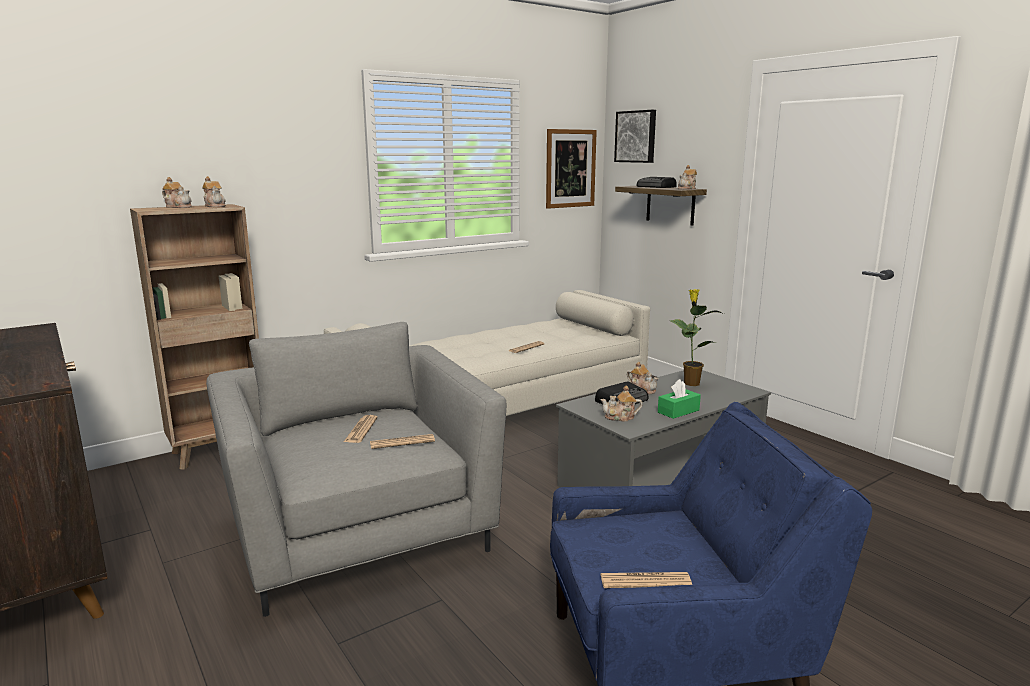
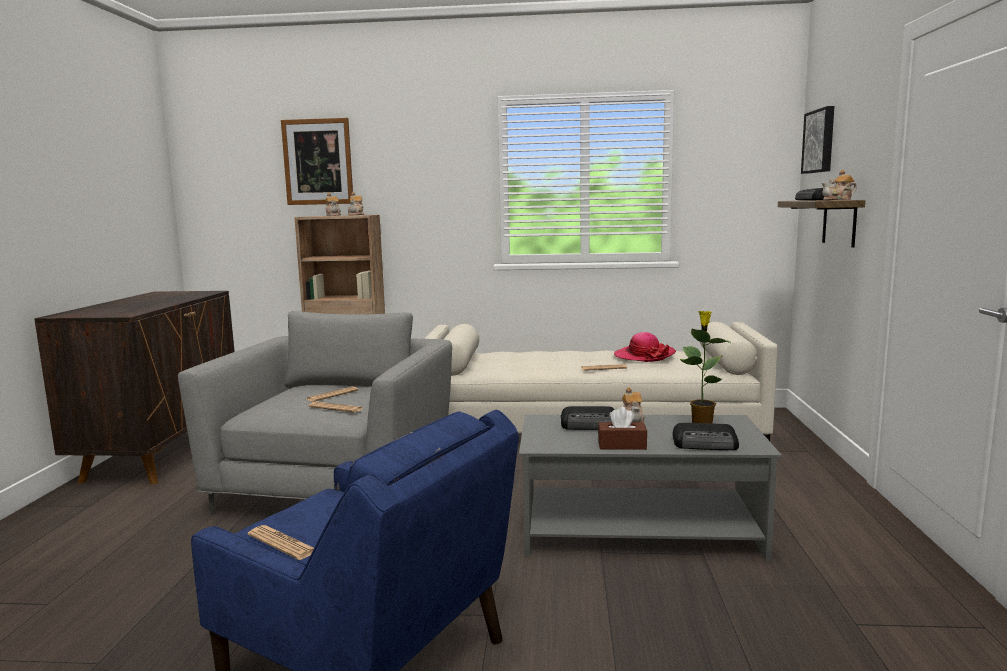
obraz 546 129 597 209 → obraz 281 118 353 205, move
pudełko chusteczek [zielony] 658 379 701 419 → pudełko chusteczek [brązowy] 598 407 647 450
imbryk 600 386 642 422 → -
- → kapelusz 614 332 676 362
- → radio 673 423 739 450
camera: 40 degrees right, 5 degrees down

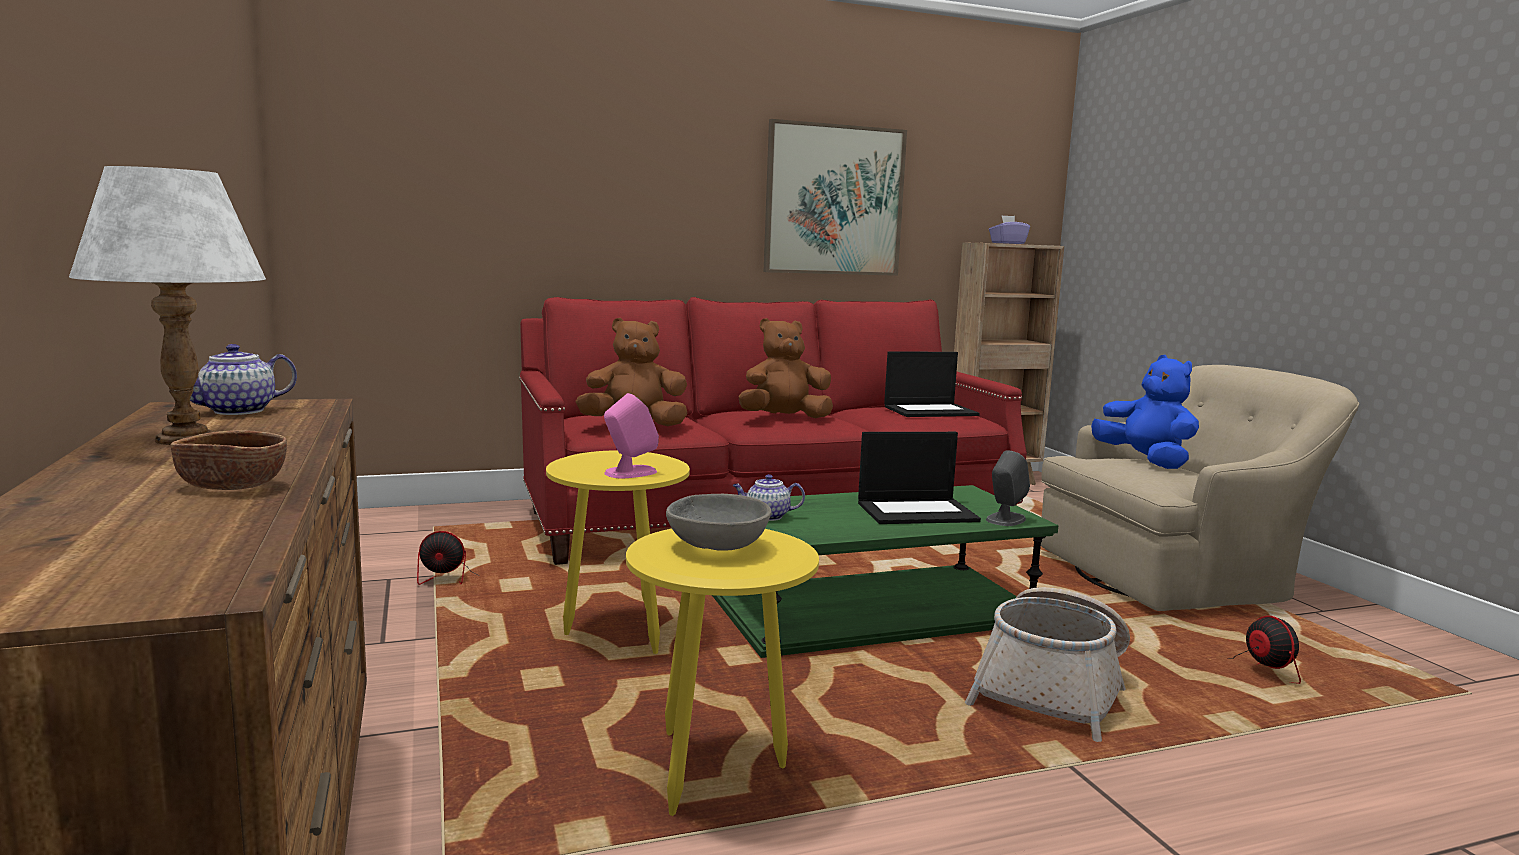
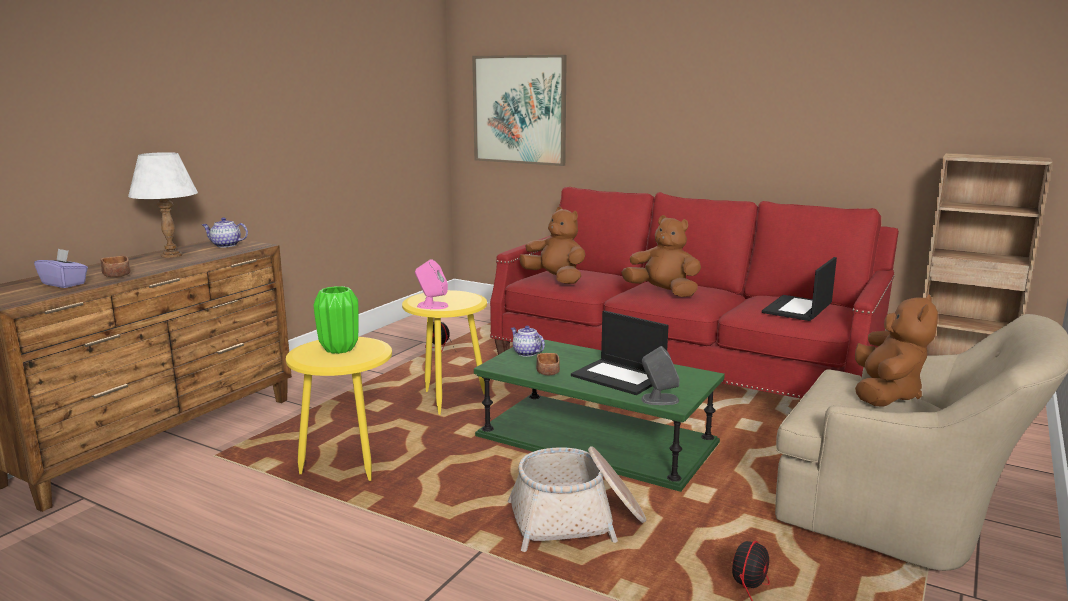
obraz 764 119 907 276 → obraz 472 55 567 166, move
pudełko chusteczek [fioletowy] 989 216 1030 244 → pudełko chusteczek [fioletowy] 34 248 88 288, move
laptop 884 351 980 417 → laptop 762 257 837 321, 90 degrees clockwise
pluszak [niebieski] 1091 355 1199 469 → pluszak [brązowy] 855 294 938 407
miska [szary] 666 494 772 551 → wazon [zielony] 314 286 359 354
- → miska [brązowy] 536 353 560 375
camera: 50 degrees right, 5 degrees up

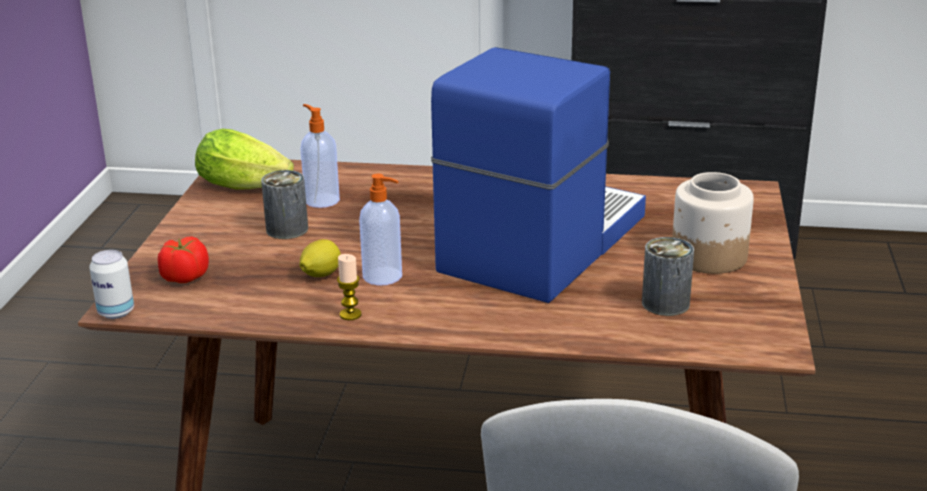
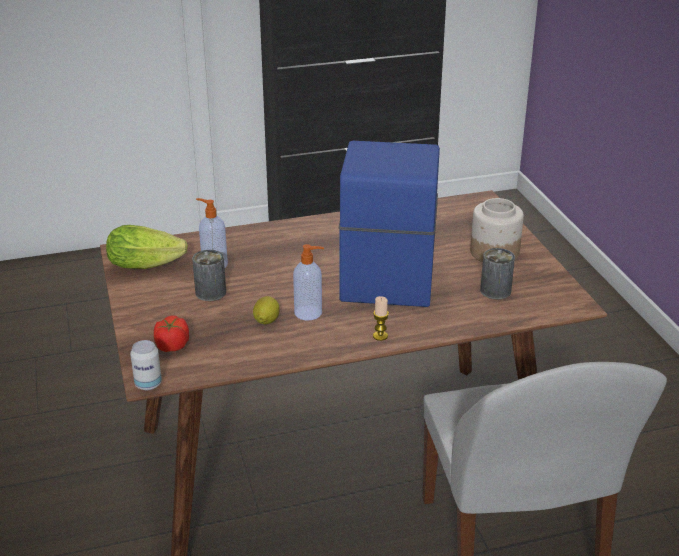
świeca 337 254 361 320 → świeca 373 296 389 341, move
camera: 25 degrees left, 5 degrees up

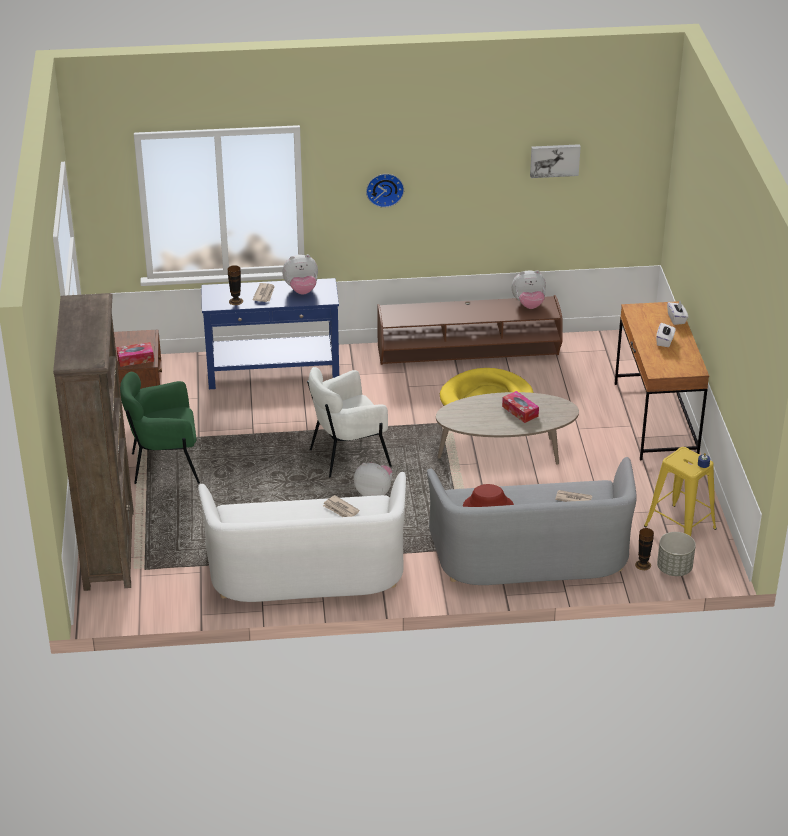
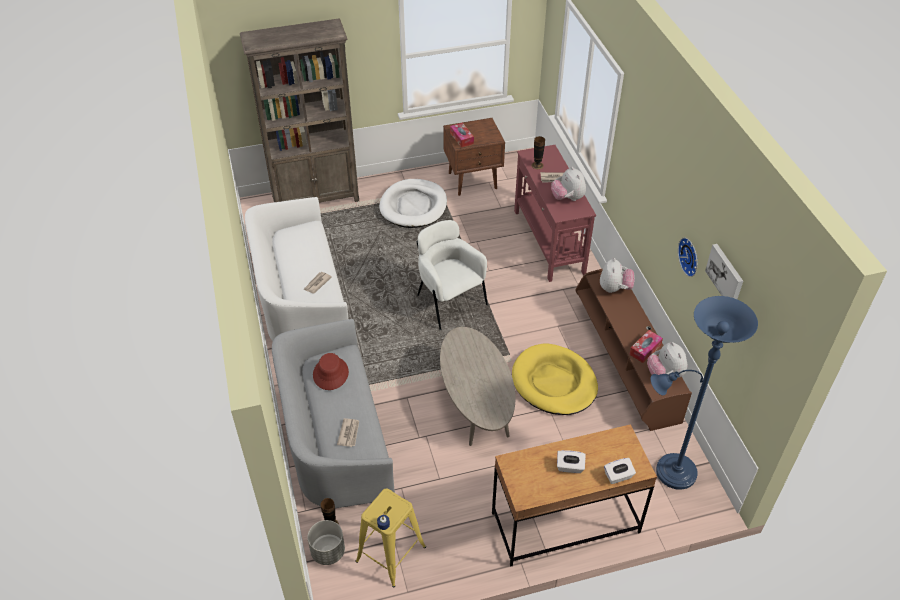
zegar ścienny 366 174 404 208 → zegar ścienny 678 237 697 277, move
stolik konsolowy [niebieski] 201 278 339 389 → stolik konsolowy [czerwony] 514 145 596 282
fotel [zielony] 120 372 200 484 → legowisko [biały] 379 179 447 228
pudełko chusteczek 502 391 539 423 → pudełko chusteczek 629 330 663 363, move
pluszak 354 463 392 496 → pluszak 600 258 635 293, move
- → lampa stojąca [niebieski] 651 296 758 490
camera: 80 degrees right, 10 degrees up

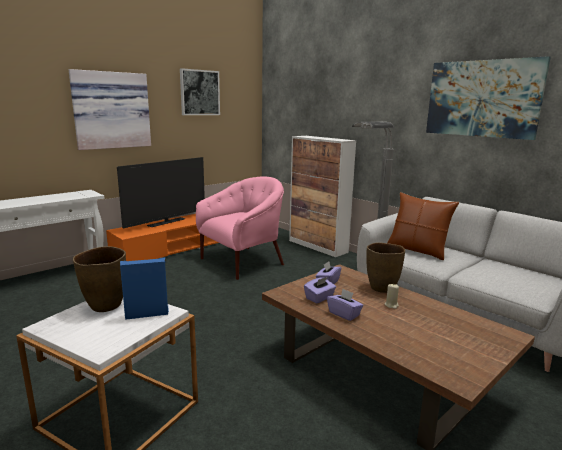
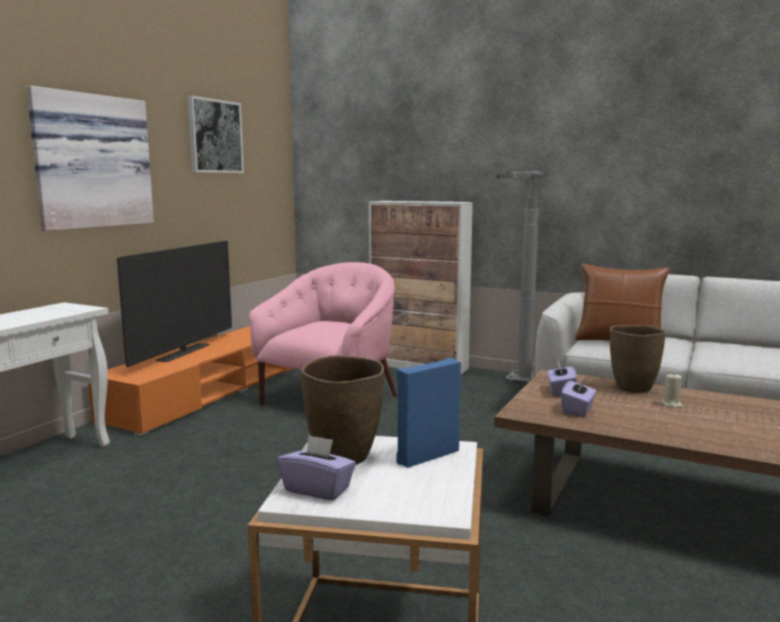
obraz 426 56 551 140 → -
pudełko chusteczek [fioletowy] 327 289 363 321 → pudełko chusteczek [fioletowy] 277 435 356 501, move
camera: 20 degrees left, 5 degrees down

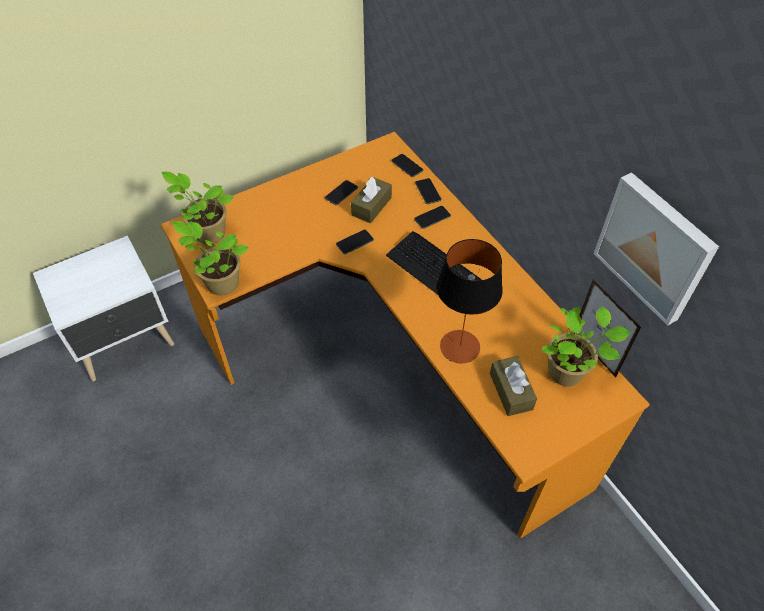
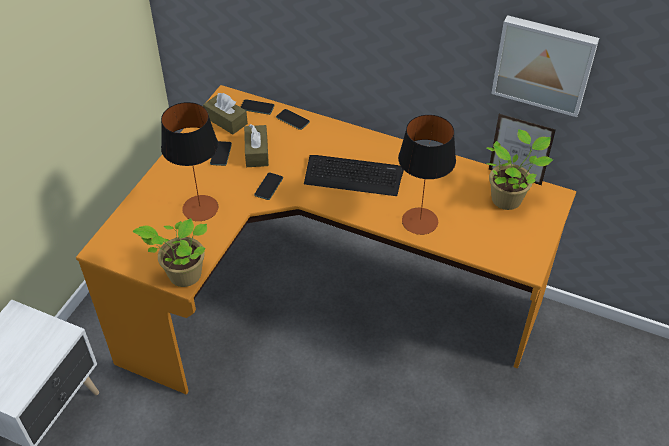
roślina doniczkowa 162 171 234 244 → -
telefon 414 206 451 229 → -
pudełko chusteczek [brązowy] 490 356 537 416 → pudełko chusteczek [brązowy] 203 93 248 134, move
- → lampa stołowa 161 102 218 221
camera: 35 degrees left, 5 degrees down

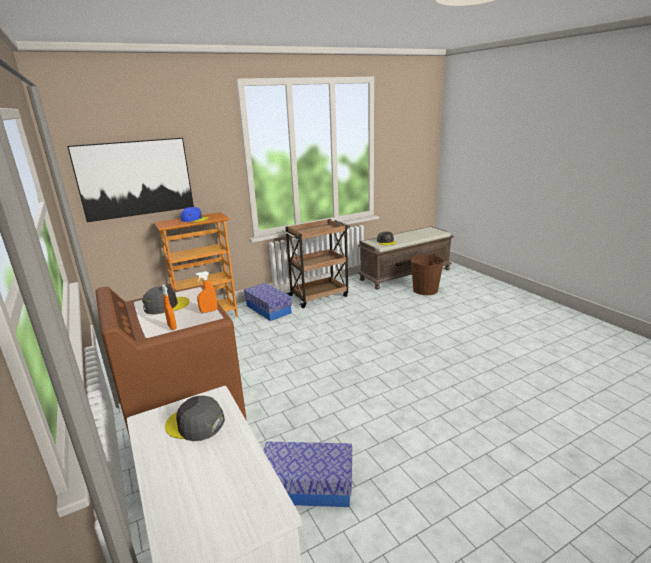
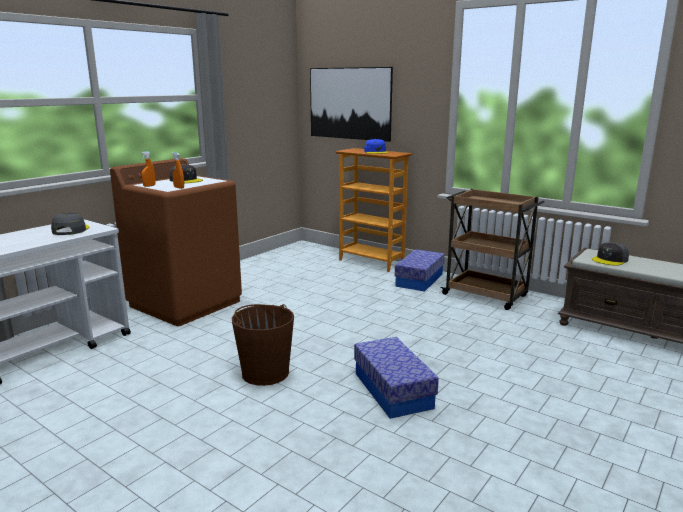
wiadro [brązowy] 411 254 444 295 → wiadro [brązowy] 232 304 294 386, move
pojemnik do przechowywania 264 441 352 507 → pojemnik do przechowywania 354 337 439 419, move
camera: 65 degrees right, 5 degrees down

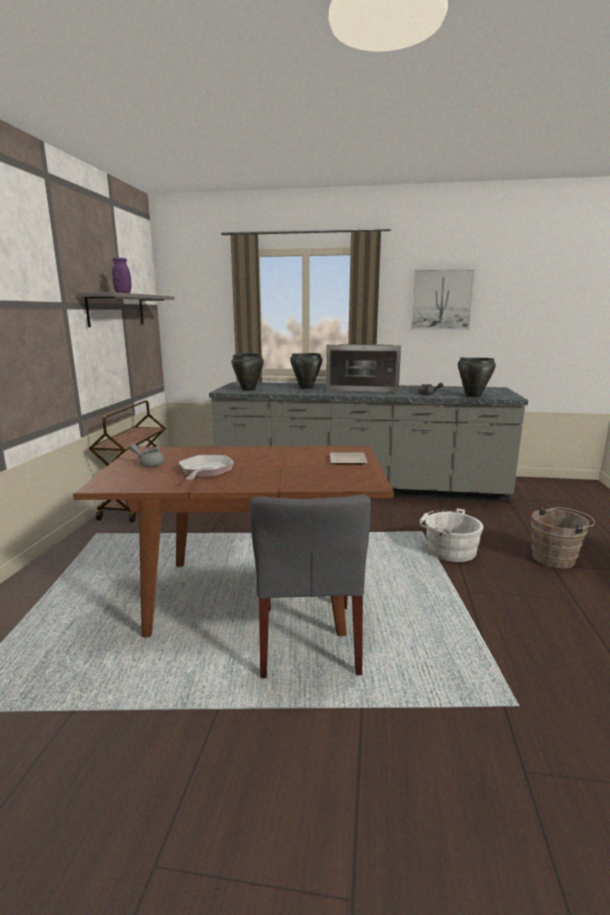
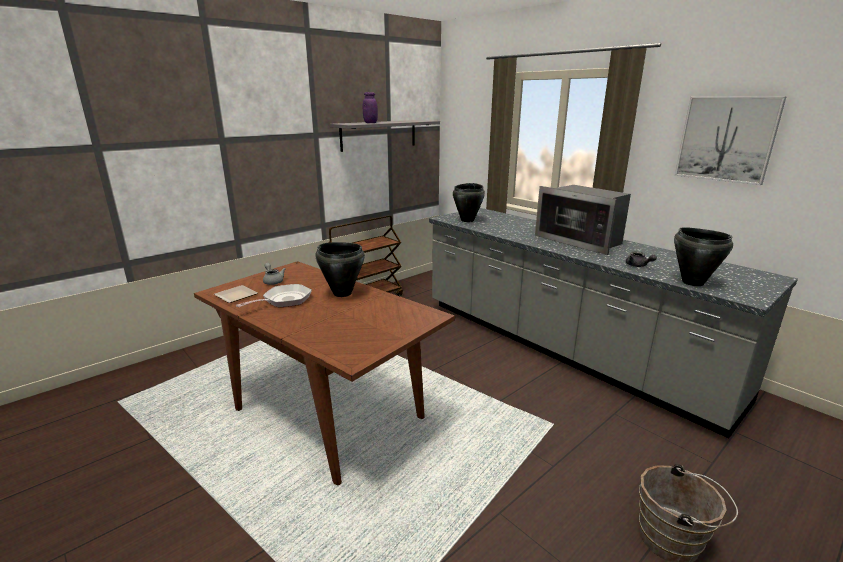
garnek [czarny] 290 353 322 389 → garnek [czarny] 315 242 365 297, move
talerz 330 452 367 465 → talerz 214 285 258 303, move
krzesło [szary] 250 495 371 678 → -
wiadro [biały] 419 508 484 562 → -
camera: 40 degrees right, 5 degrees up

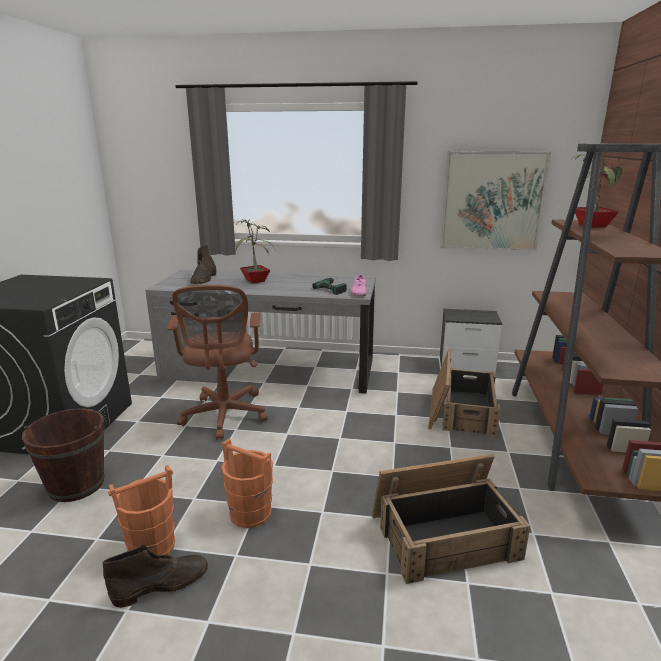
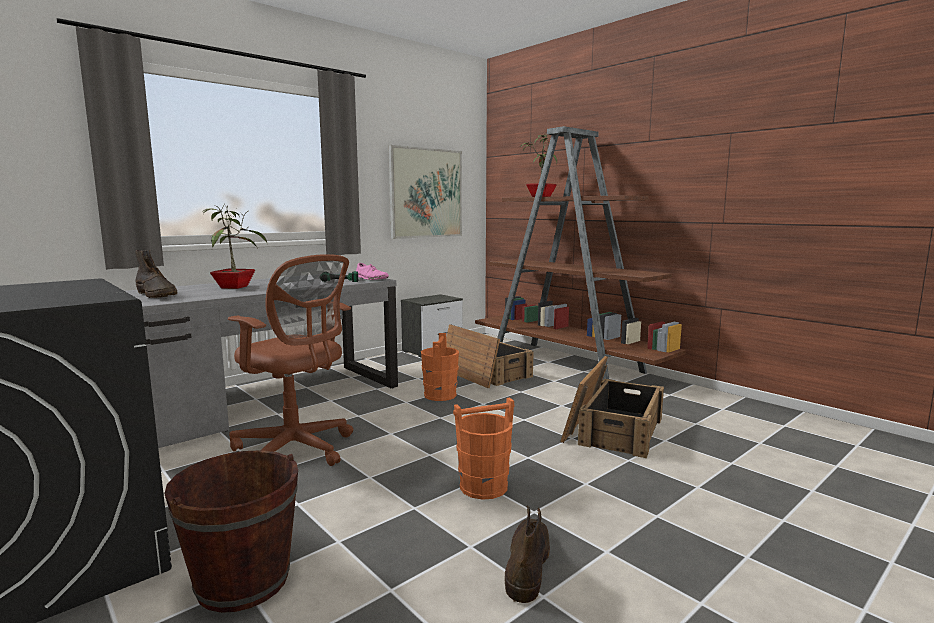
wiadro [pomarańczowy] 108 465 175 555 → wiadro [pomarańczowy] 421 333 459 401, move
camera: 50 degrees left, 10 degrees down

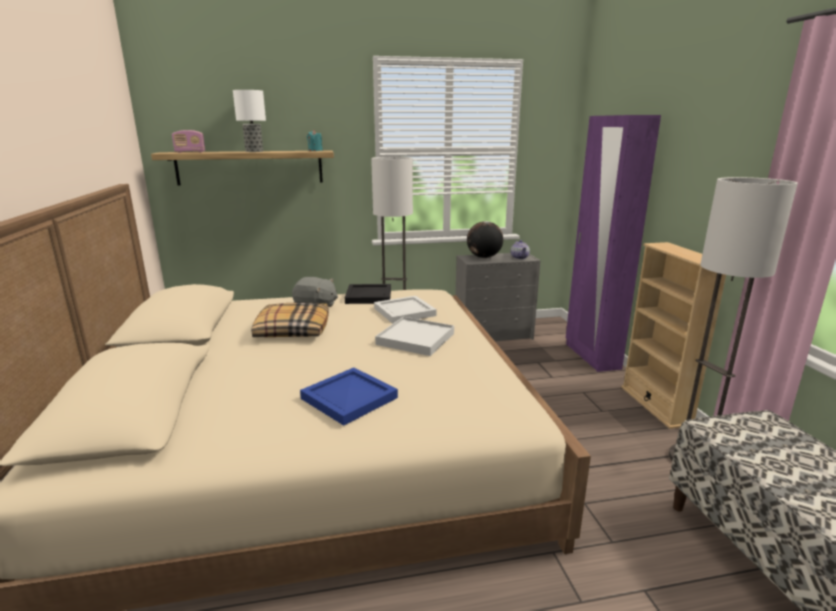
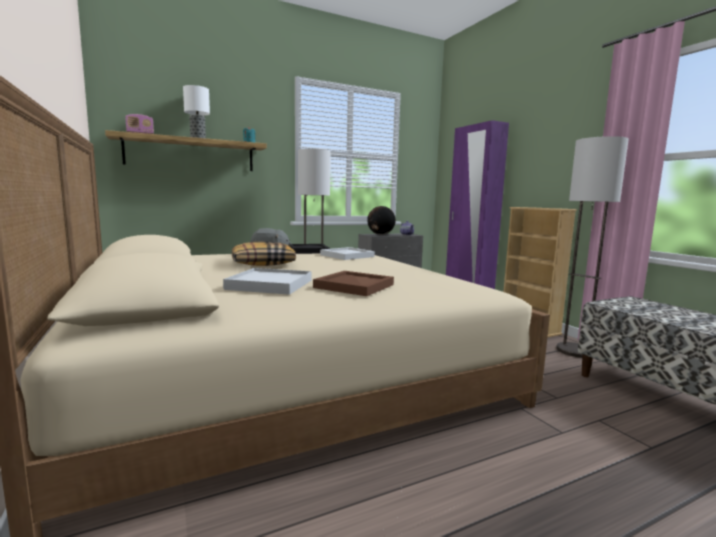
taca [biały] 375 317 454 356 → taca [biały] 223 268 311 295, move
taca [niebieski] 300 368 398 426 → taca [brązowy] 313 271 394 296
camera: 15 degrees left, 10 degrees down

